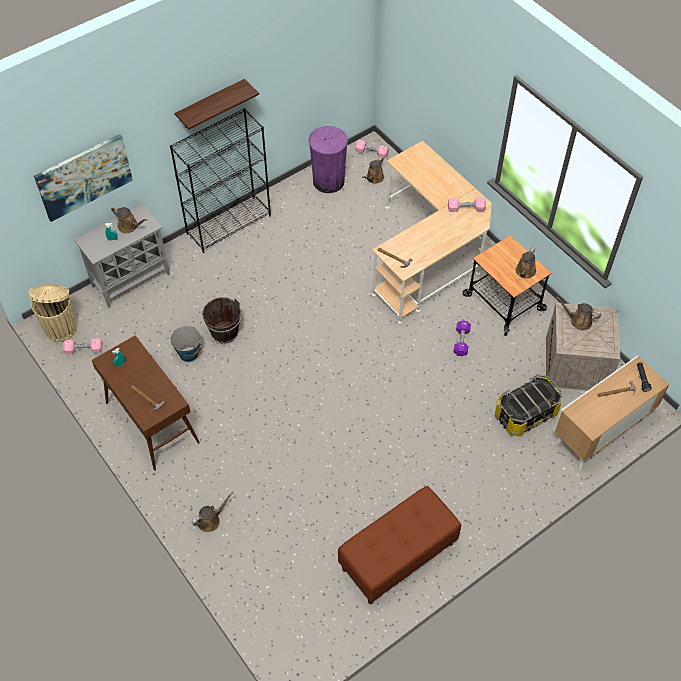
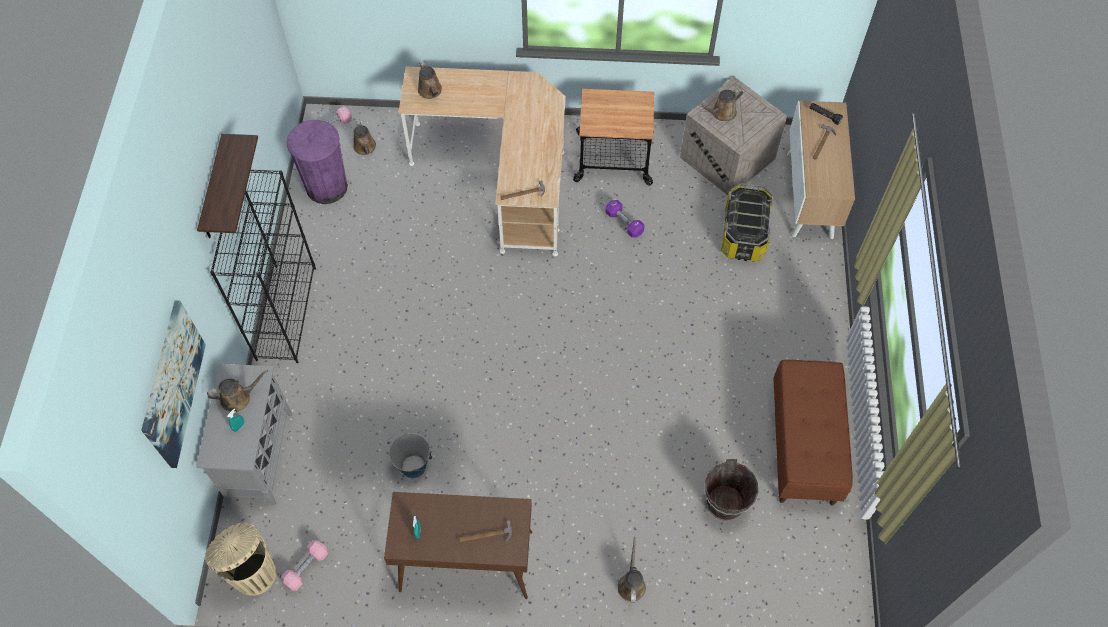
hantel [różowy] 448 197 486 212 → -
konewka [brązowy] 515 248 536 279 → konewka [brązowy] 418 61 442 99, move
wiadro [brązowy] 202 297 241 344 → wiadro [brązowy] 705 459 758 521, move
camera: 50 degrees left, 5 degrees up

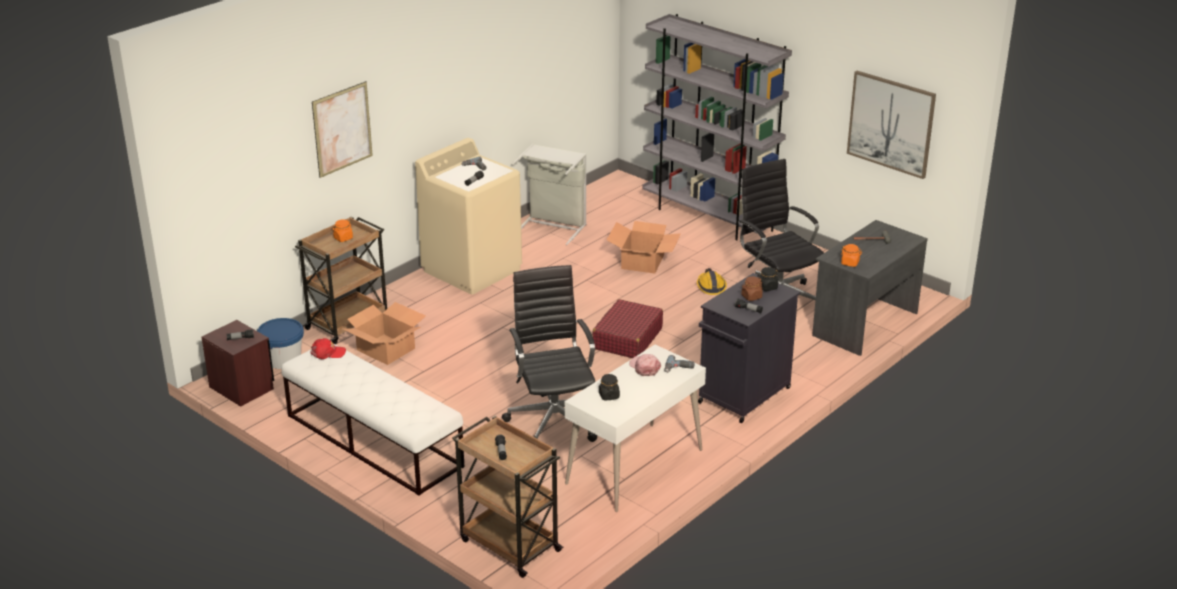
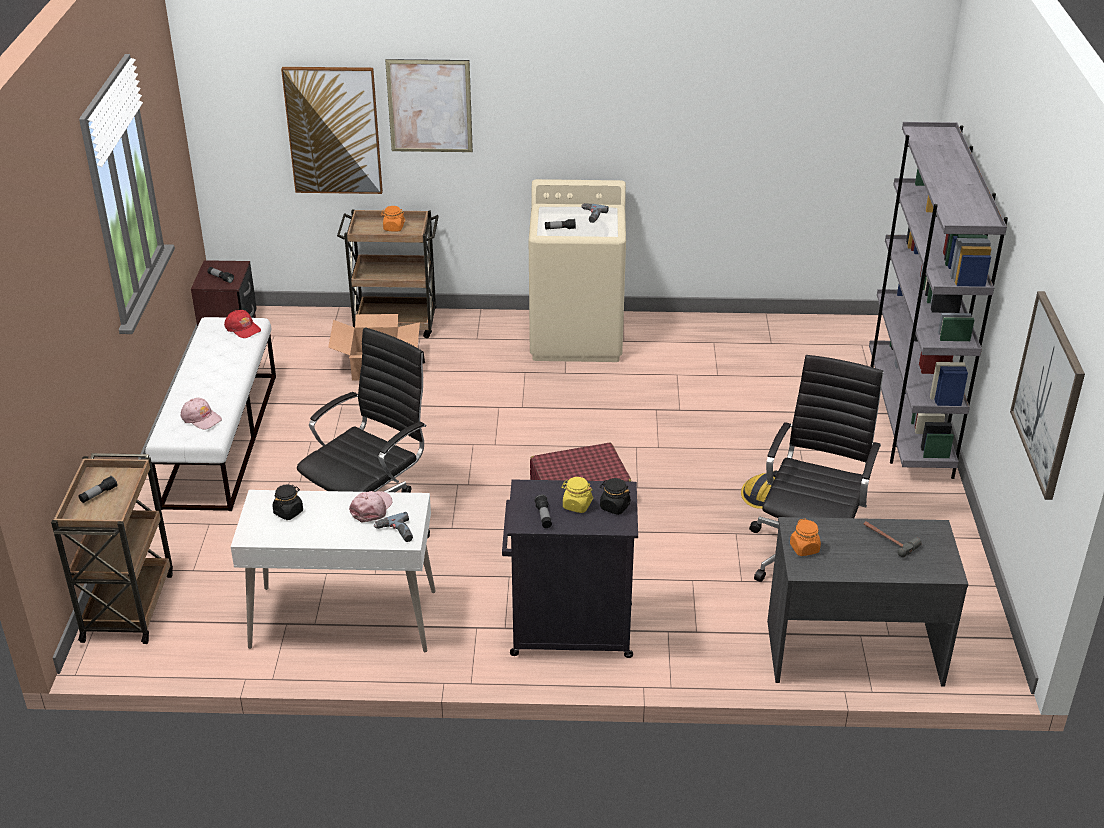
kosz na pranie [szary] 512 144 587 245 → -
karton 607 221 681 273 → -
słoik [brązowy] 741 276 763 301 → słoik [żółty] 561 477 593 513
wiadro [niebieski] 257 318 304 369 → -
- → obraz 281 67 383 194
- → czapka z daszkiem [różowy] 181 398 222 429
camera: 50 degrees right, 5 degrees up

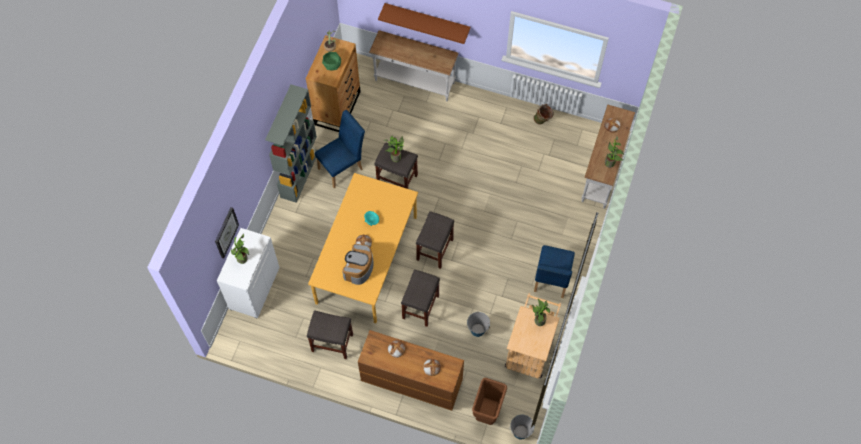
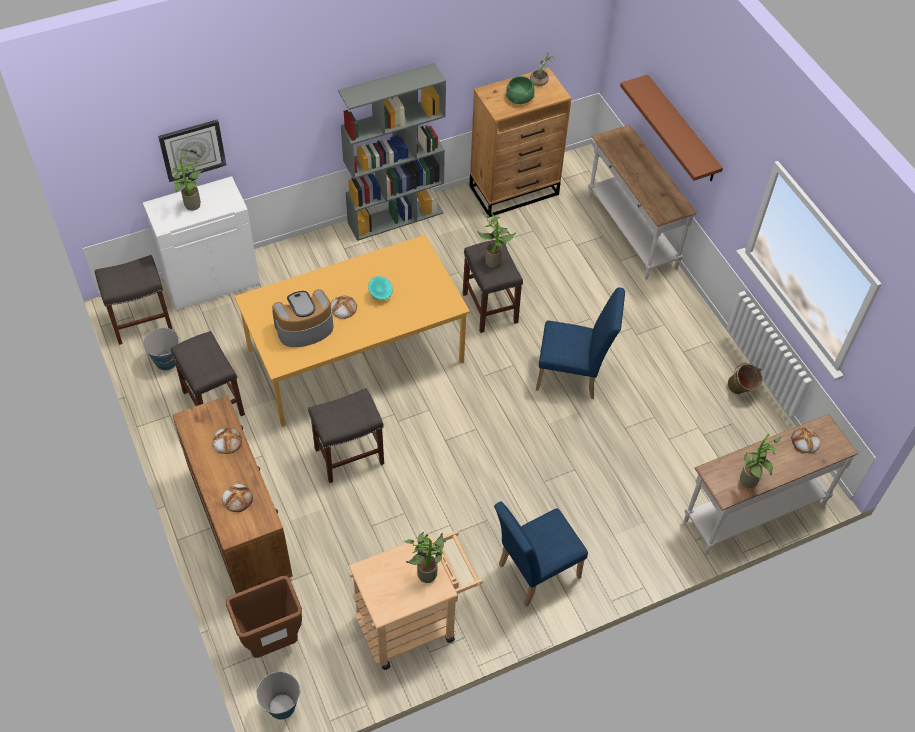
krzesło [niebieski] 315 110 365 188 → krzesło [niebieski] 536 287 625 399, move
stołek [szary] 416 211 455 269 → stołek [szary] 95 255 173 345, move
wiadro 467 312 490 337 → wiadro 143 328 181 370, move
camera: 45 degrees right, 10 degrees down

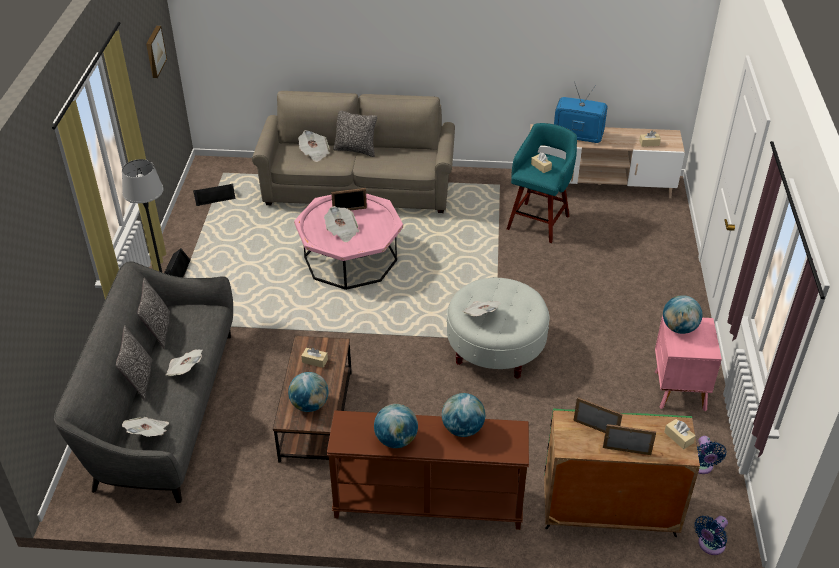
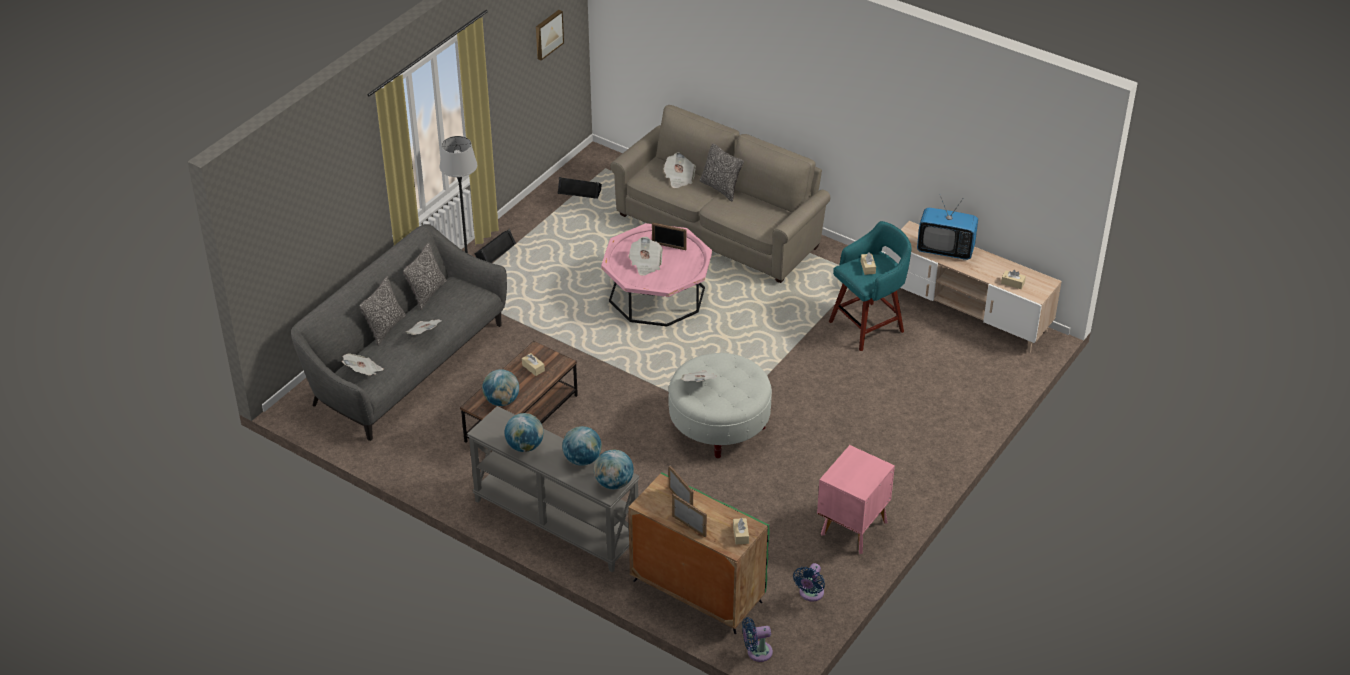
telewizor 554 82 608 143 → telewizor 917 194 978 260, 150 degrees clockwise
globus 663 295 702 334 → globus 594 450 634 489, move
stolik konsolowy [brązowy] 327 410 529 530 → stolik konsolowy [szary] 467 406 640 572
camera: 30 degrees right, 0 degrees up

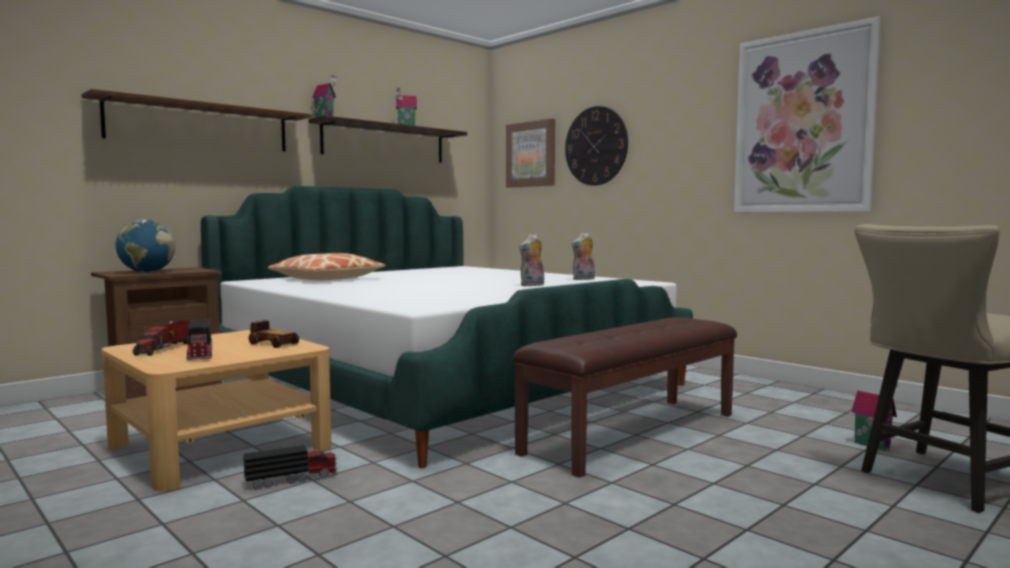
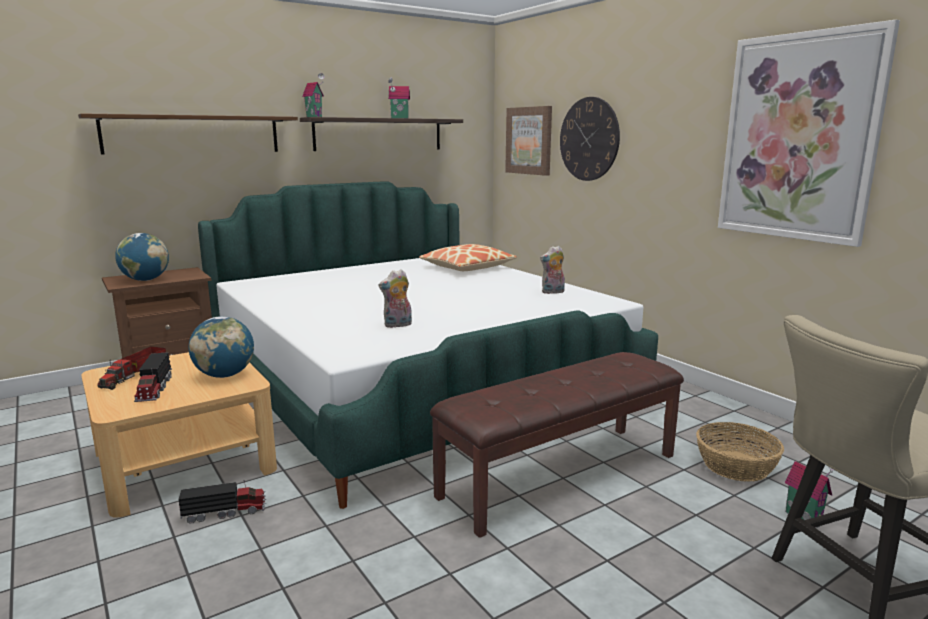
pluszak 519 234 544 286 → pluszak 378 269 412 328, move
poduszka 268 253 386 281 → poduszka 419 244 517 271, move
samochodzik 249 320 299 348 → globus 189 316 254 378
- → koszyk 696 422 784 482
camera: 10 degrees right, 10 degrees up

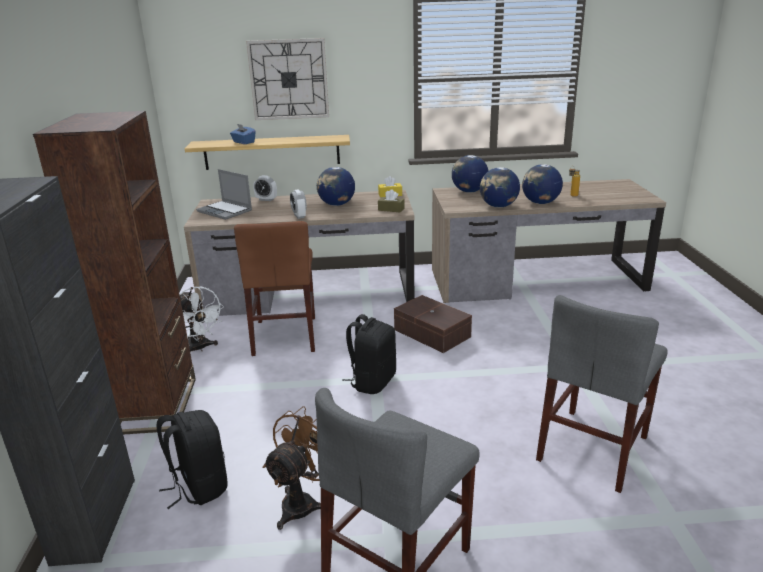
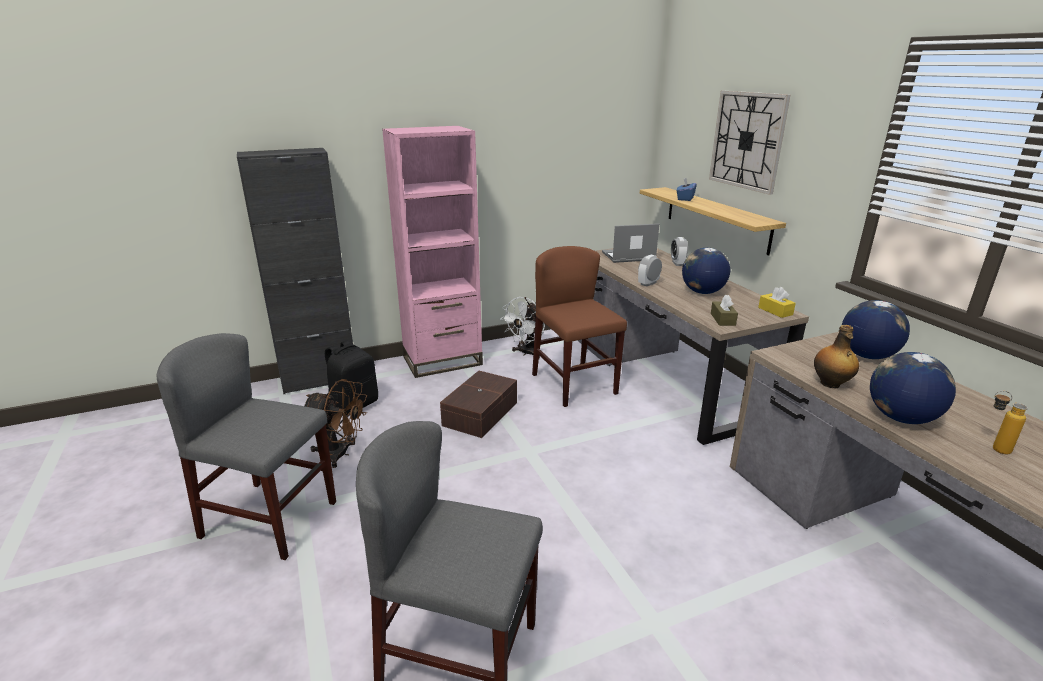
regał [brązowy] 33 111 196 435 → regał [różowy] 382 126 483 378
globus 480 167 520 207 → butelka 814 325 859 388
laptop 196 169 252 220 → laptop 602 224 659 263, 60 degrees clockwise
krzesło [brązowy] 234 221 315 356 → krzesło [brązowy] 532 246 627 407, 90 degrees clockwise
pojemnik do przechowywania [brązowy] 394 295 472 353 → pojemnik do przechowywania [brązowy] 440 371 517 438, move
plecak [czarny] 342 314 396 394 → -
camera: 70 degrees right, 0 degrees up

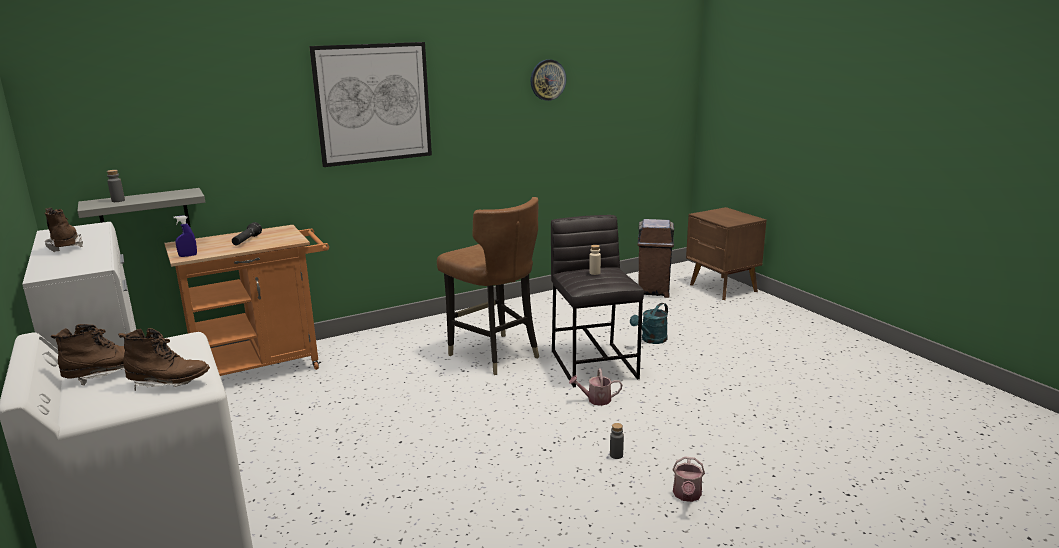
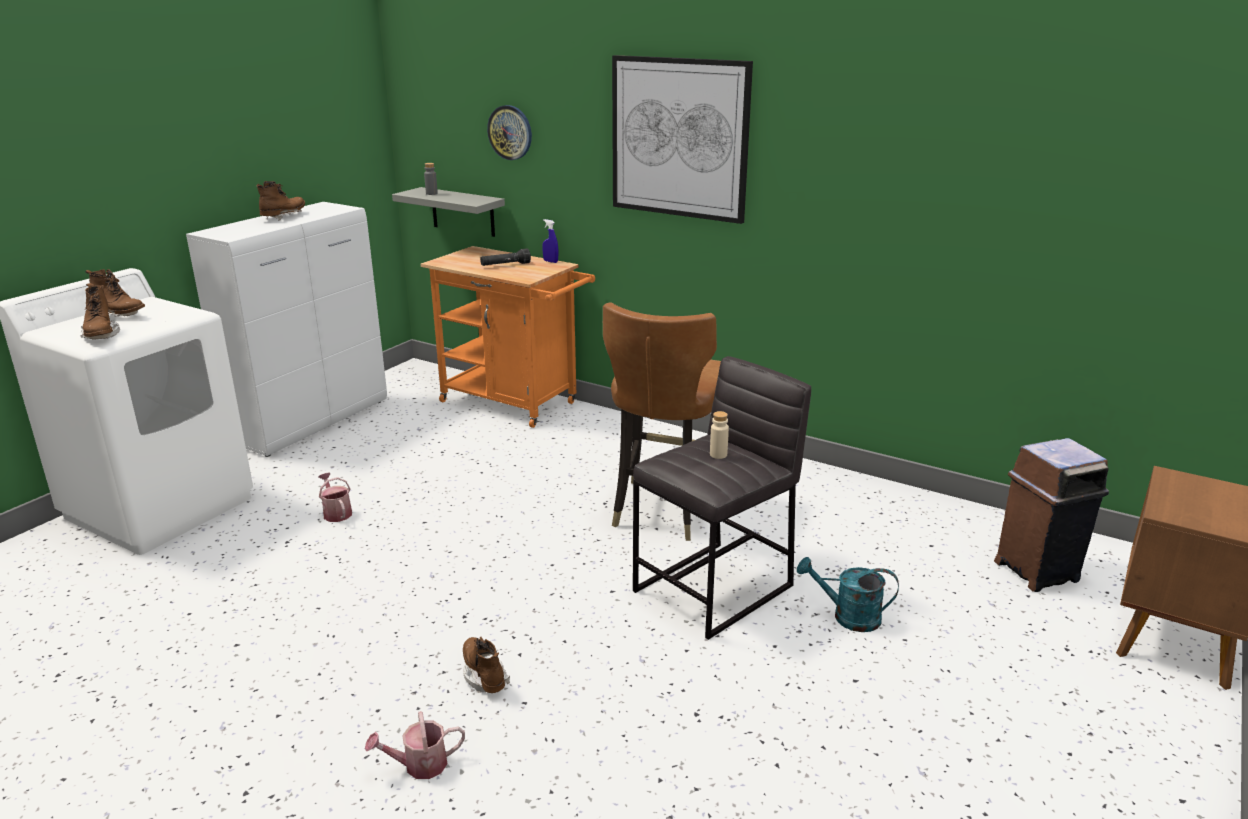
zegar ścienny 531 59 566 101 → zegar ścienny 487 105 532 160, move
spryskiwacz [niebieski] 174 215 197 257 → spryskiwacz [niebieski] 543 219 559 263, move
konewka 569 368 622 406 → konewka 318 473 352 522, move
butelka [szary] 610 423 624 459 → but z cholewką [brązowy] 463 637 510 693
camera: 60 degrees right, 5 degrees up

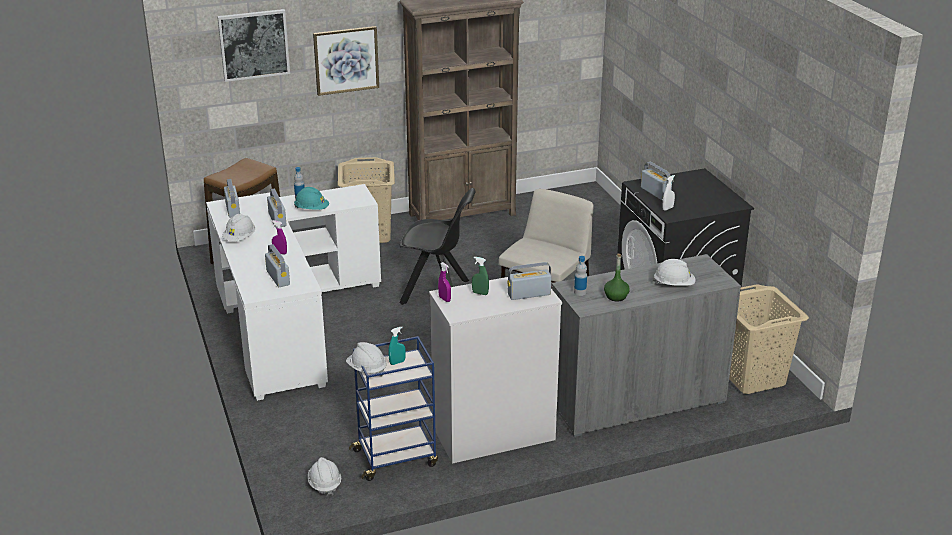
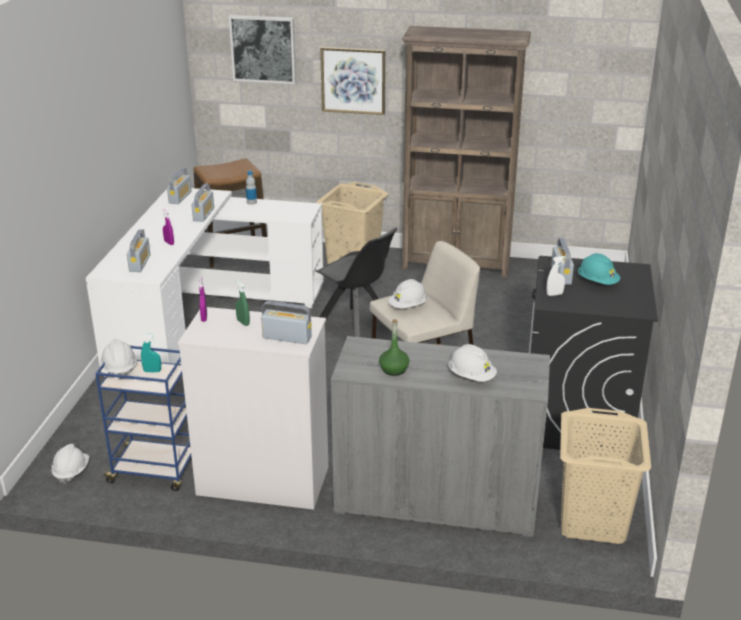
kask [turkusowy] 294 187 329 210 → kask [turkusowy] 578 253 620 285, move
kask [biały] 222 214 255 241 → kask [biały] 388 279 428 308, move
butelka 574 256 587 296 → -
camera: 30 degrees right, 0 degrees up

